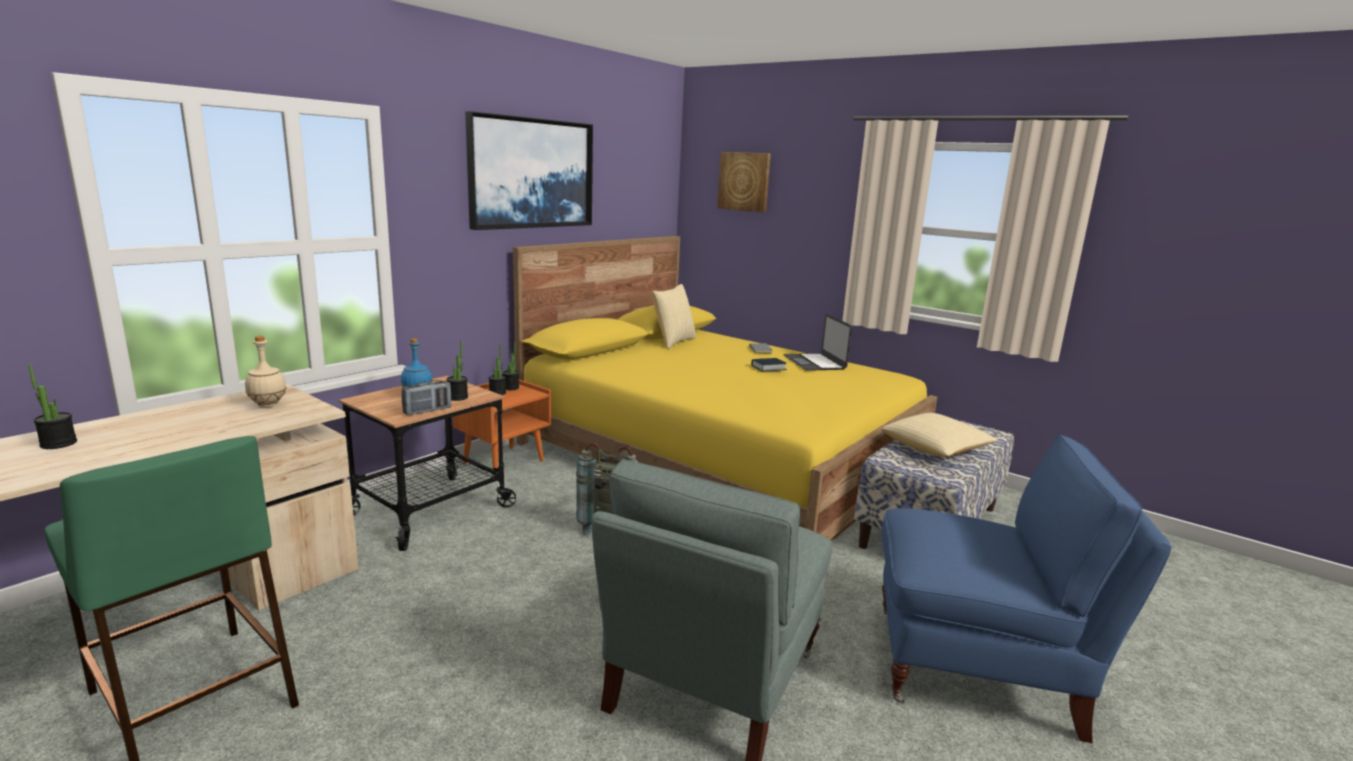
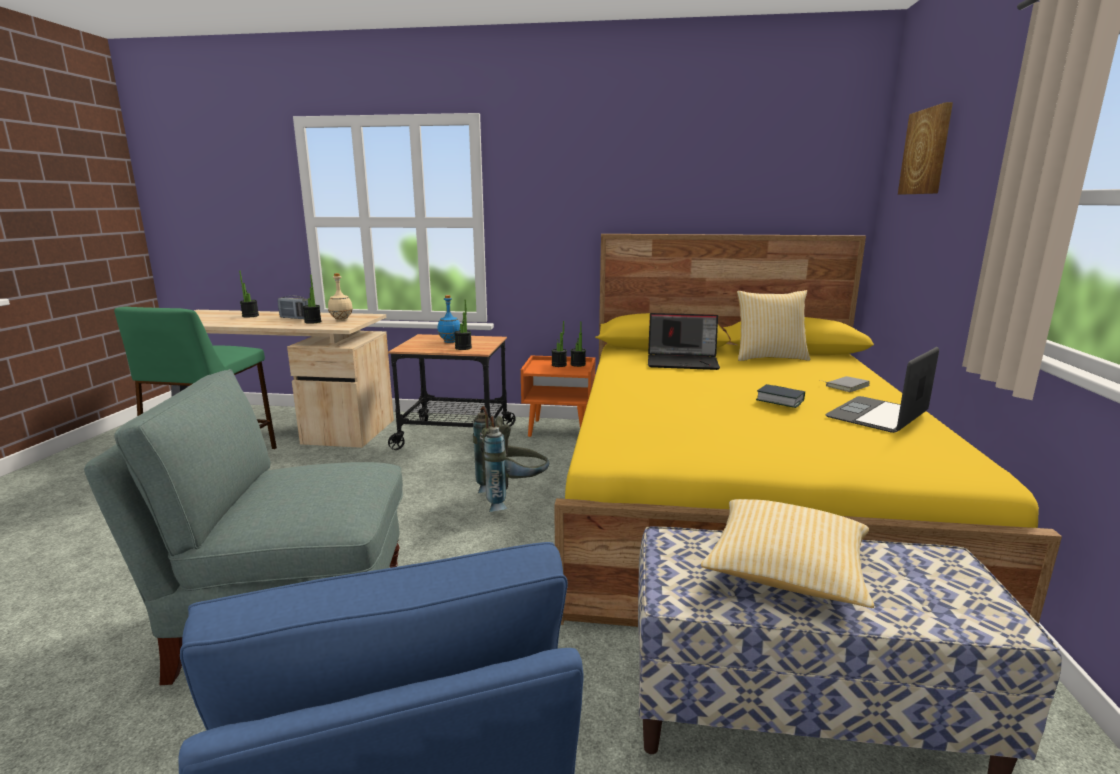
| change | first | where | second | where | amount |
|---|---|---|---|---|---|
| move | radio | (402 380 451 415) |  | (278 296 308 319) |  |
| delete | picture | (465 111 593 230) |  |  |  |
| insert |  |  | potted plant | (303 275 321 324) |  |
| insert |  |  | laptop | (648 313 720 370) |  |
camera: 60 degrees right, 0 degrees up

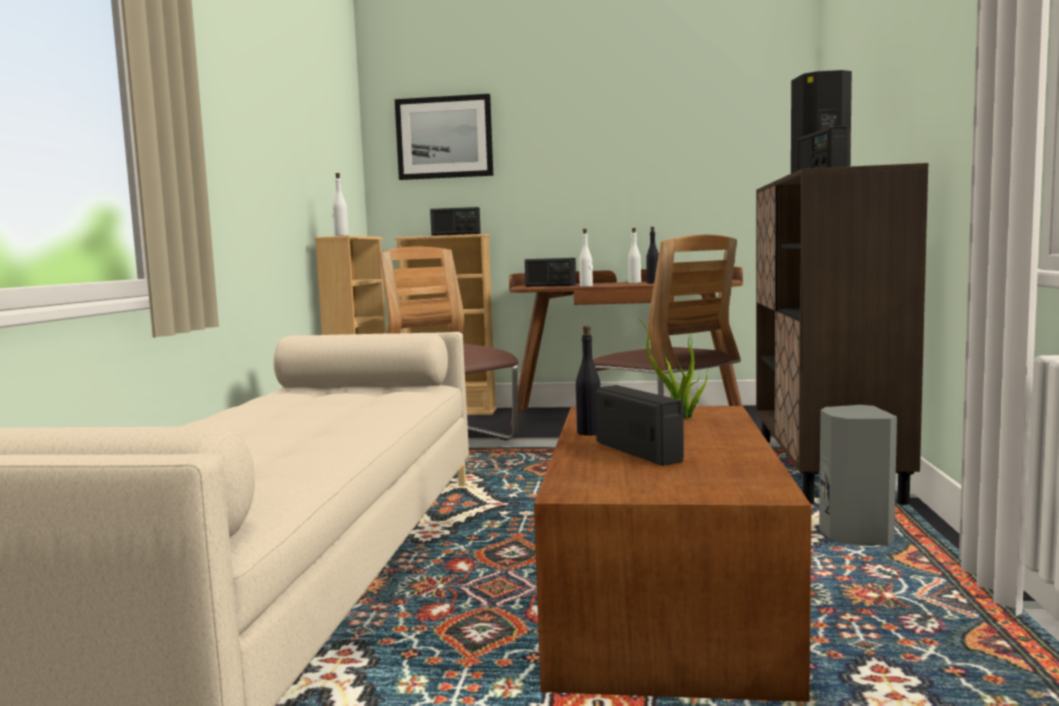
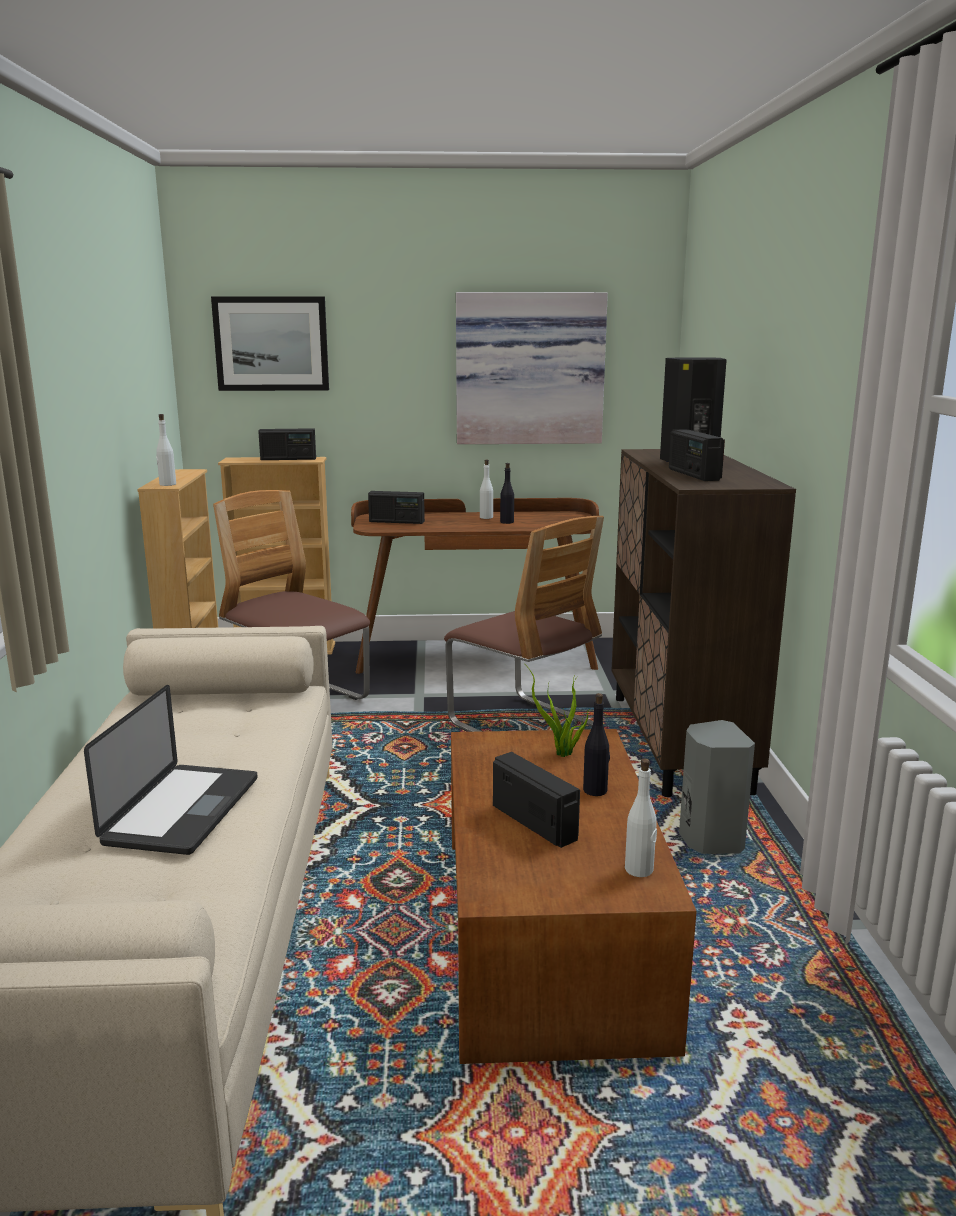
| change | first | where | second | where | amount |
|---|---|---|---|---|---|
| move | bottle (black) | (576 326 601 436) |  | (583 693 610 796) |  |
| move | bottle (white) | (579 229 593 287) |  | (625 758 657 877) |  |
| insert |  |  | laptop | (84 685 258 855) |  |
| insert |  |  | picture | (456 292 608 444) |  |
camera: 10 degrees left, 10 degrees up

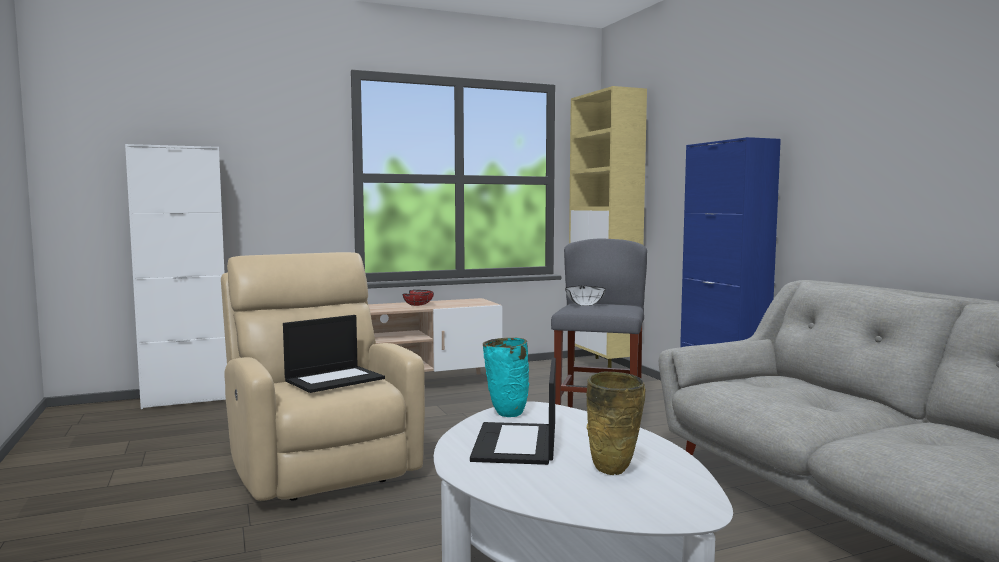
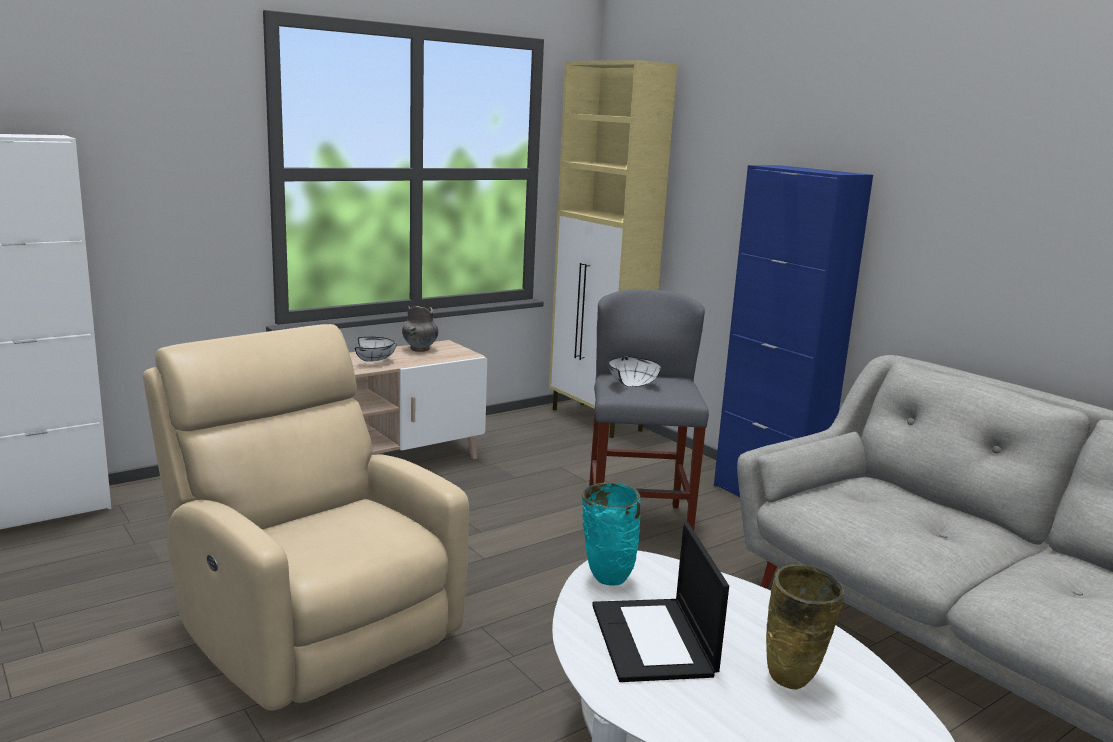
| change | first | where | second | where | amount |
|---|---|---|---|---|---|
| delete | laptop | (283 315 385 393) |  |  |  |
| recolor | bowl (red) | (402 290 434 306) | bowl (white) | (355 337 397 362) |  |
| insert |  |  | vase (grey) | (402 306 438 352) |  |
camera: 15 degrees left, 10 degrees up

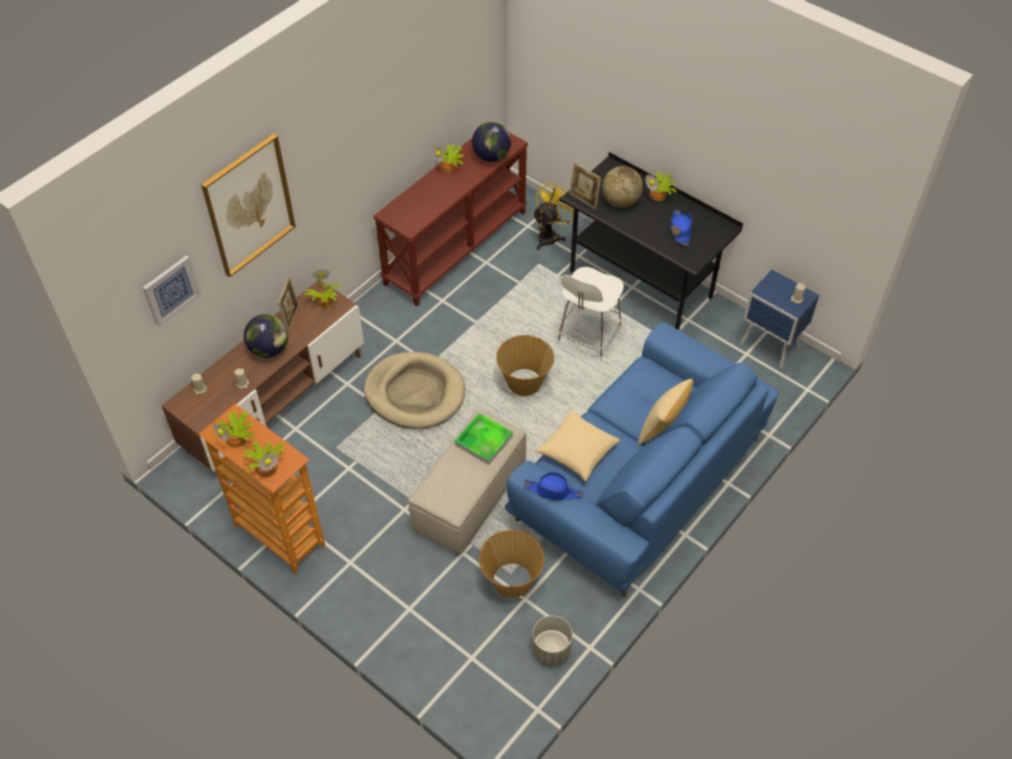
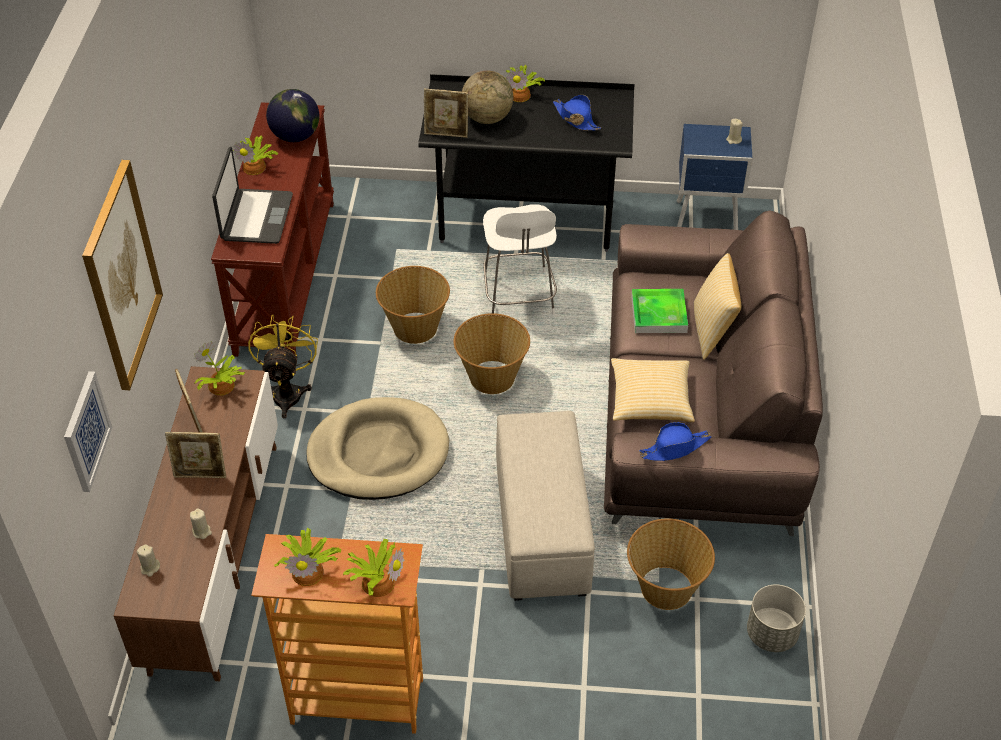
| change | first | where | second | where | amount |
|---|---|---|---|---|---|
| replace | globe | (244 314 288 358) | picture frame | (165 432 226 478) |  |
| move | tray | (455 413 513 465) |  | (631 289 688 333) |  |
| recolor | sofa (blue) | (505 322 779 598) | sofa (brown) | (604 211 823 536) |  |
| move | fan (yellow) | (532 181 574 250) |  | (248 315 318 418) |  |
| insert |  |  | laptop | (212 147 293 244) |  |
| insert |  |  | basket | (376 266 450 344) |  |
camera: 35 degrees left, 5 degrees down

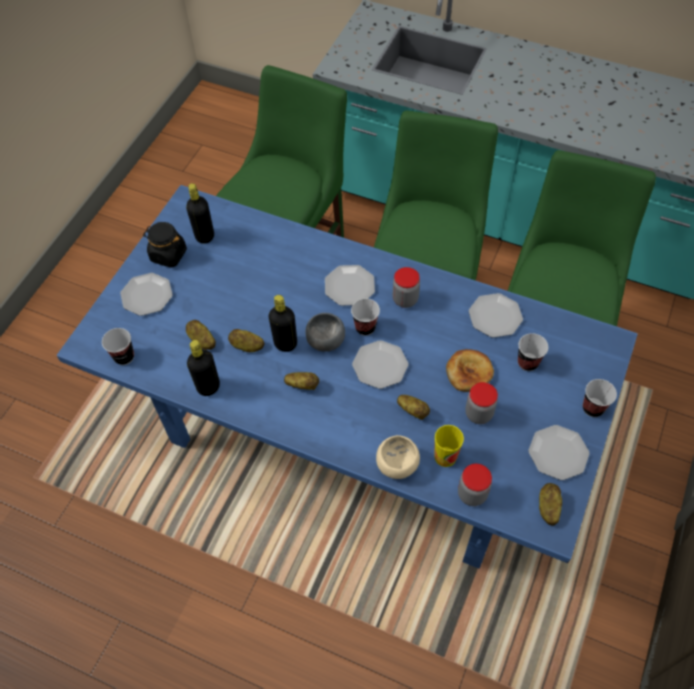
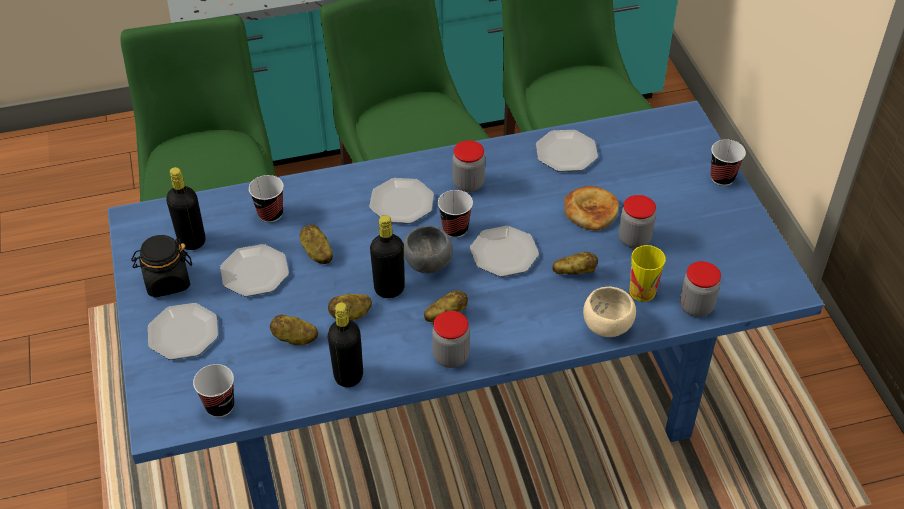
| change | first | where | second | where | amount |
|---|---|---|---|---|---|
| move | cup | (518 333 548 371) |  | (249 175 284 223) |  |
| move | plate | (528 425 590 480) |  | (220 244 289 297) |  |
| move | potato | (539 483 562 526) |  | (300 225 333 264) |  |
| insert |  |  | jar | (432 311 470 368) |  |
camera: 40 degrees left, 10 degrees down

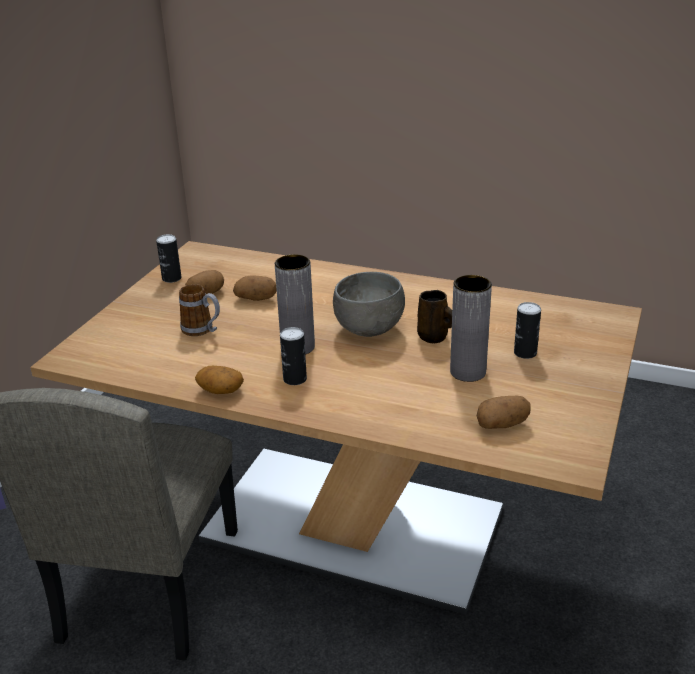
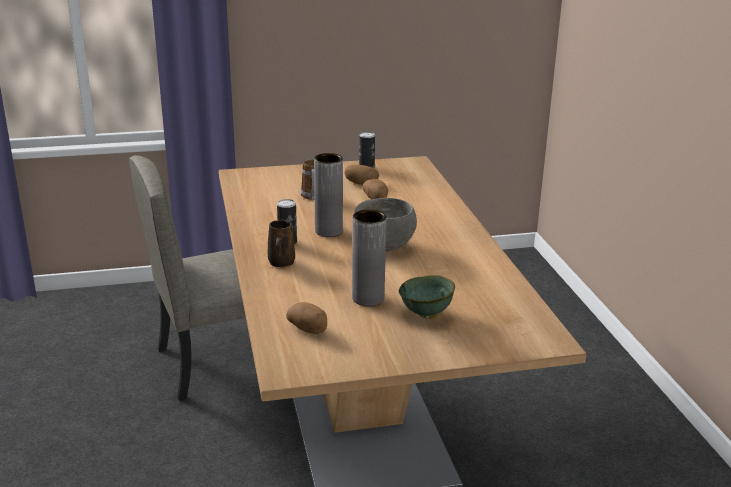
| change | first | where | second | where | amount |
|---|---|---|---|---|---|
| delete | potato | (195 366 244 394) |  |  |  |
| move | mug (brown) | (417 290 452 343) |  | (267 220 295 267) |  |
| replace | can | (514 302 541 359) | bowl (green) | (399 275 455 318) |  |
camera: 55 degrees right, 5 degrees down

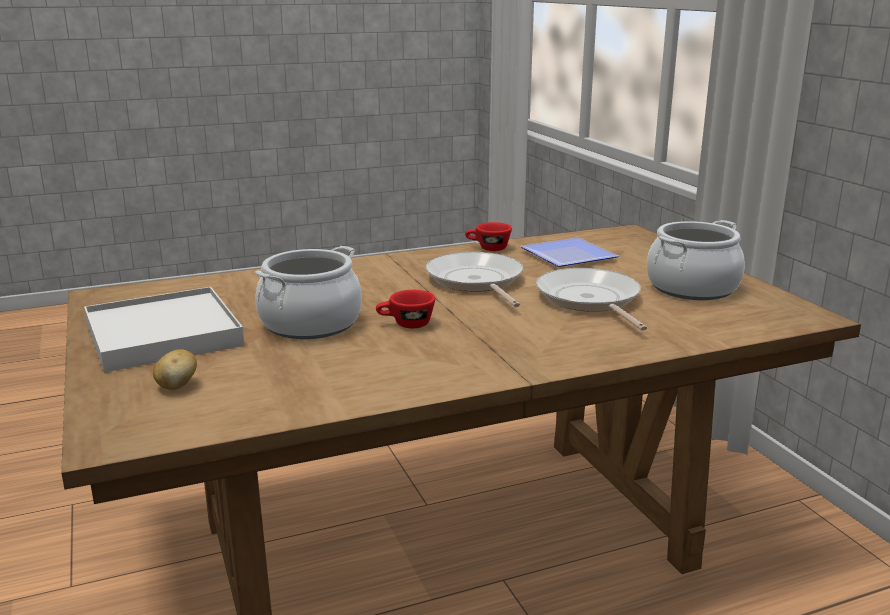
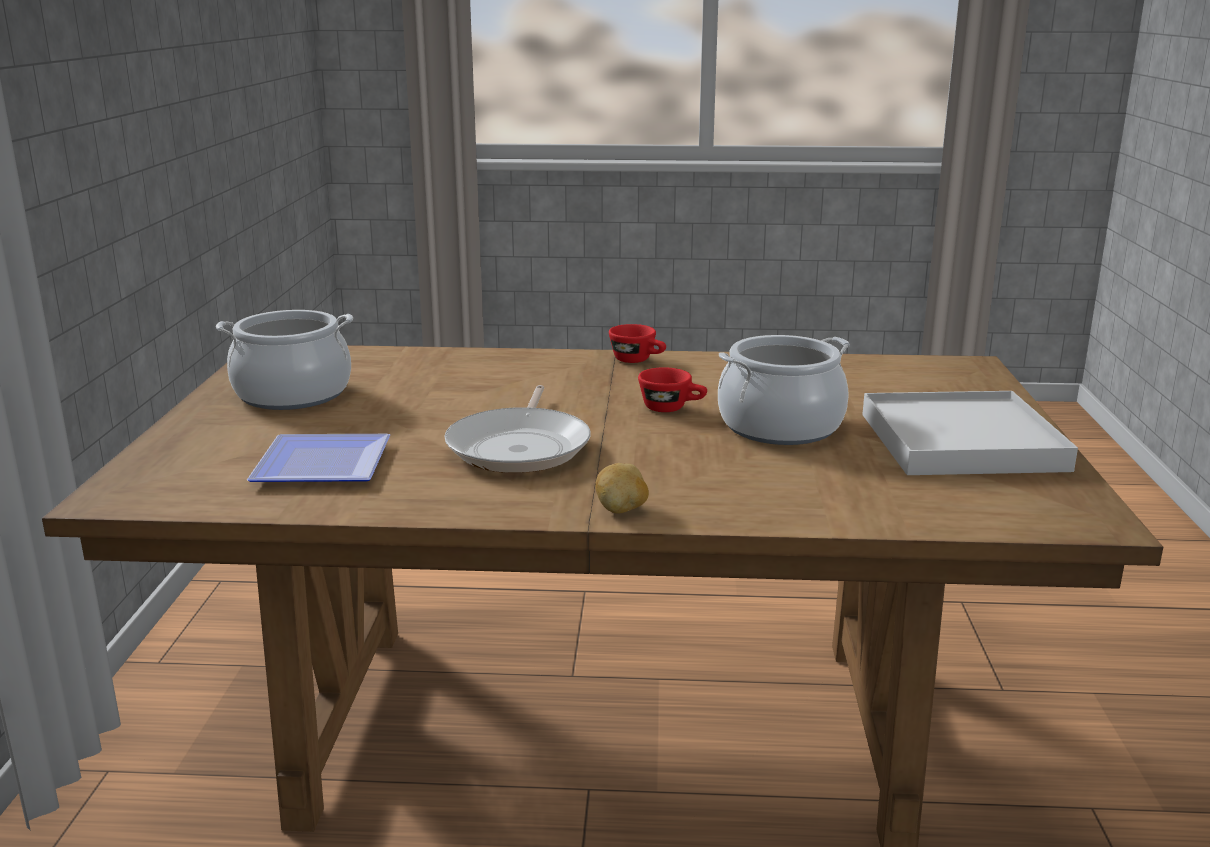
| change | first | where | second | where | amount |
|---|---|---|---|---|---|
| move | potato | (153 349 197 390) |  | (595 463 649 513) |  |
| move | cup (red) | (465 222 512 251) |  | (609 324 666 363) |  |
| delete | frying pan | (536 268 647 331) |  |  |  |
camera: 155 degrees left, 0 degrees up

